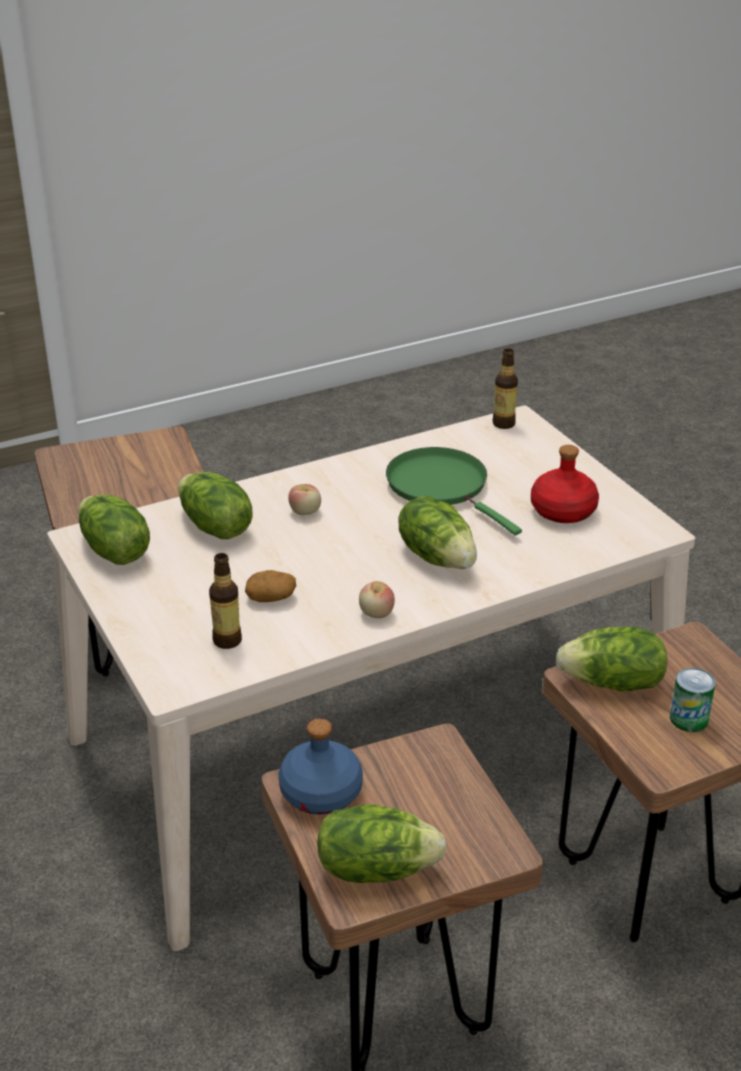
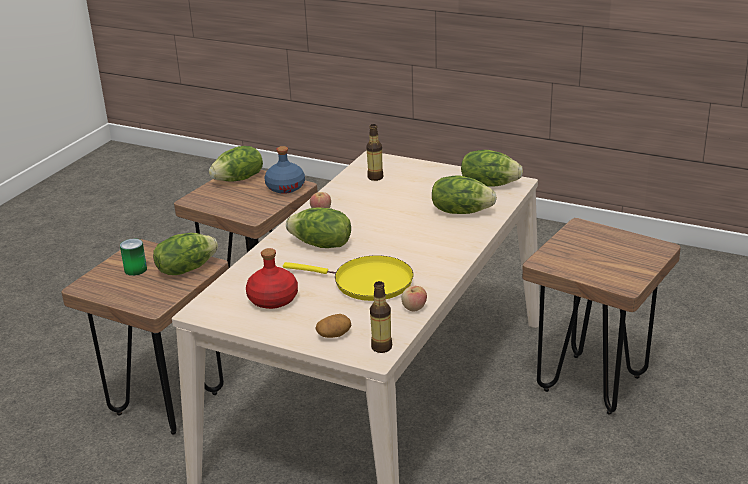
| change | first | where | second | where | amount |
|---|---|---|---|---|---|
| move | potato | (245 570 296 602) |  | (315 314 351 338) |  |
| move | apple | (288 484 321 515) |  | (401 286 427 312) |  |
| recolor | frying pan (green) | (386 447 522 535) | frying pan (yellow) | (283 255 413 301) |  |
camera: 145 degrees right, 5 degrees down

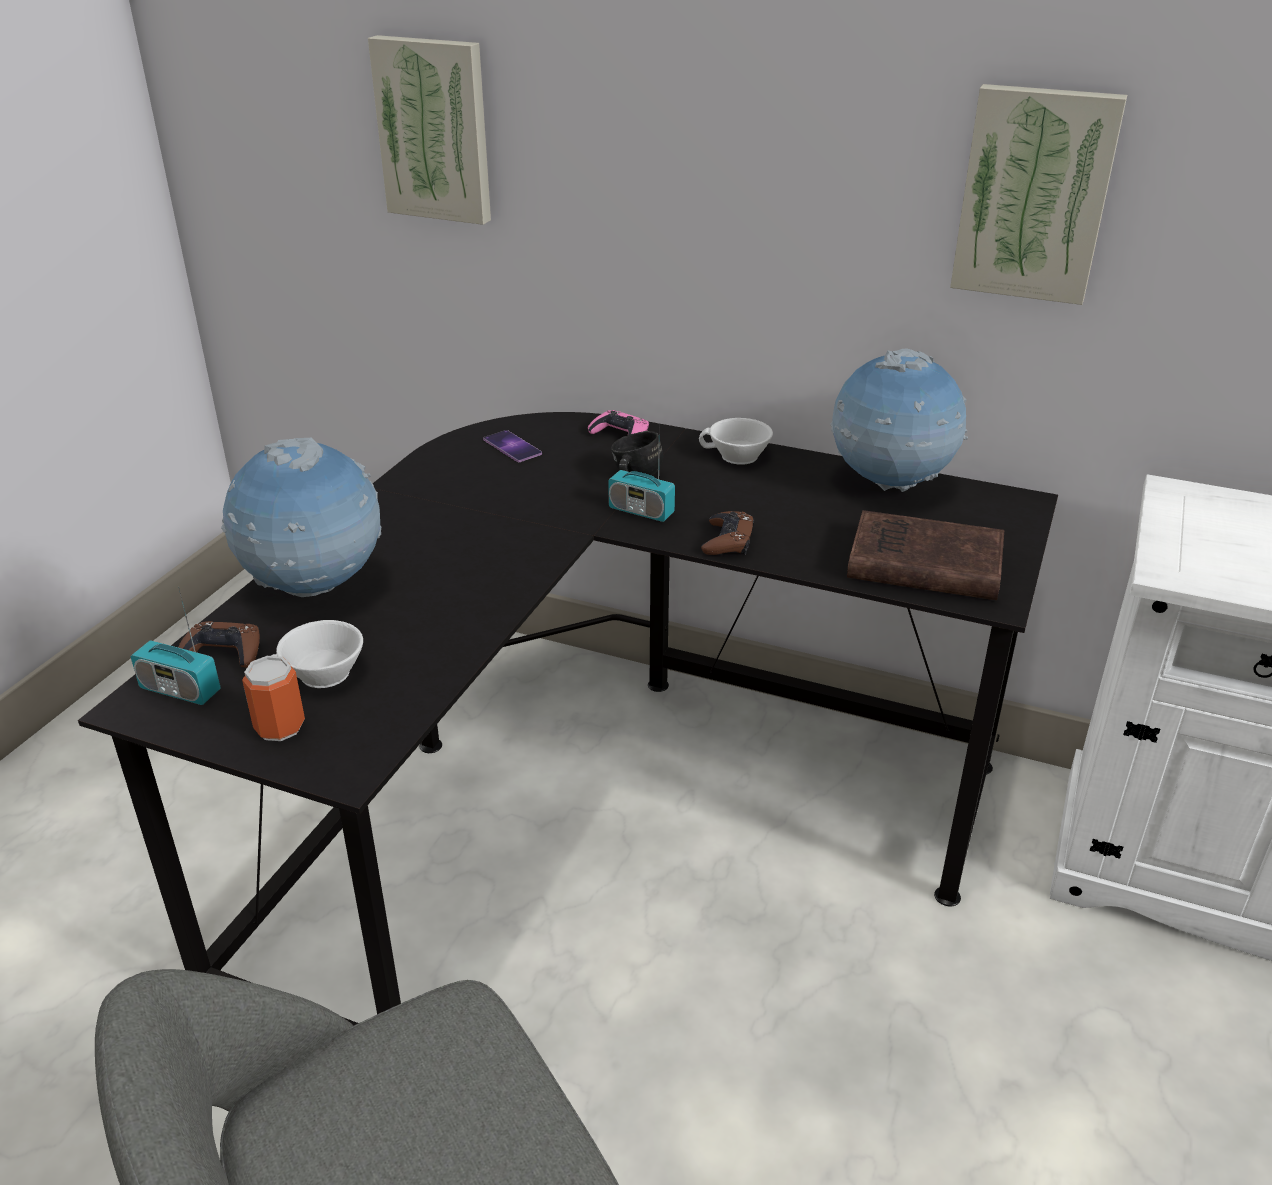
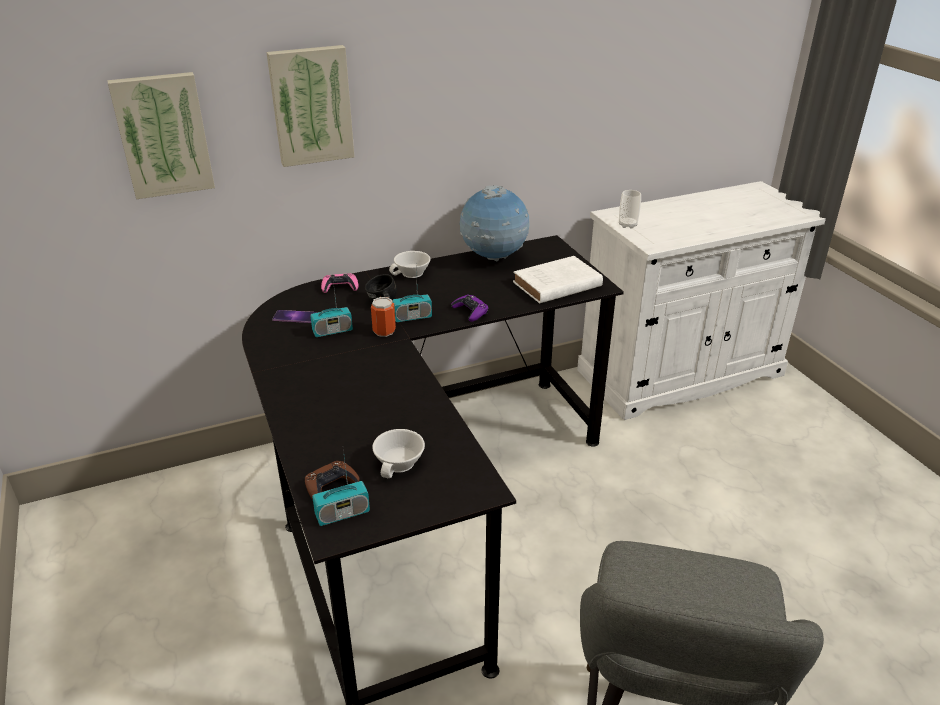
| change | first | where | second | where | amount |
|---|---|---|---|---|---|
| delete | globe | (221 438 381 597) |  |  |  |
| move | can | (242 656 305 741) |  | (371 297 396 337) |  |
| recolor | game controller (brown) | (701 511 754 555) | game controller (purple) | (451 294 489 322) |  |
| recolor | book (brown) | (847 510 1004 600) | book (white) | (513 256 603 303) |  |
| move | picture | (950 84 1127 305) |  | (266 45 354 167) |  |
| insert |  |  | radio | (310 280 353 337) |  |
| insert |  |  | cup | (619 190 641 229) |  |
camera: 45 degrees left, 0 degrees up

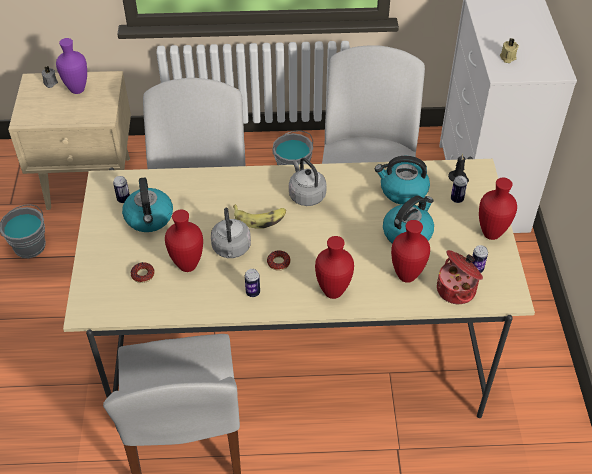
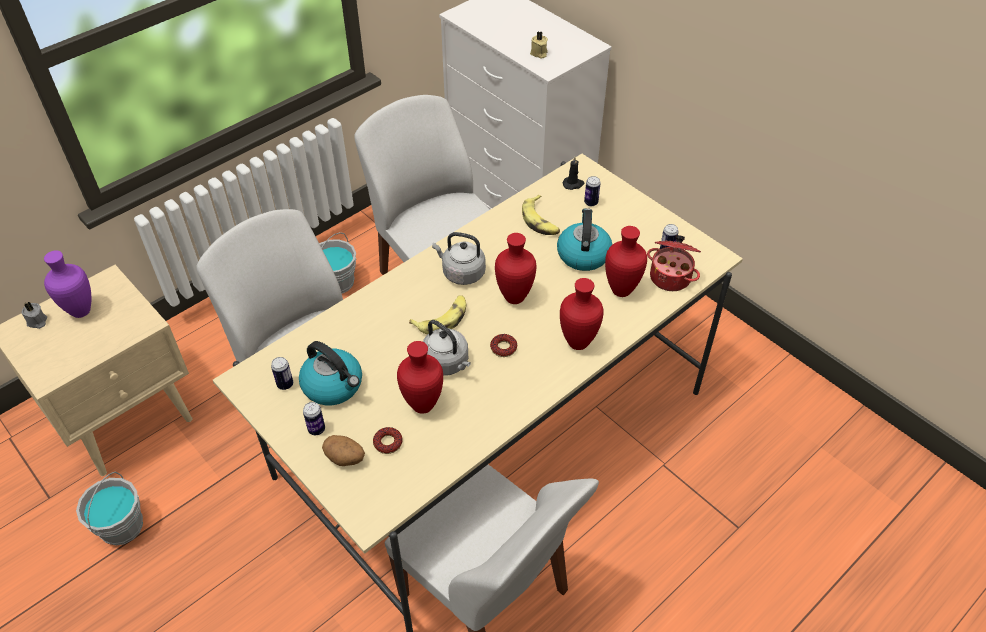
| change | first | where | second | where | amount |
|---|---|---|---|---|---|
| move | can | (245 269 260 297) |  | (303 402 325 435) |  |
| replace | kettle | (375 156 430 205) | banana | (522 195 560 235) |  |
| move | vase (red) | (479 177 517 240) |  | (495 233 536 304) |  |
| insert |  |  | potato | (322 435 365 466) |  |
camera: 40 degrees left, 0 degrees up

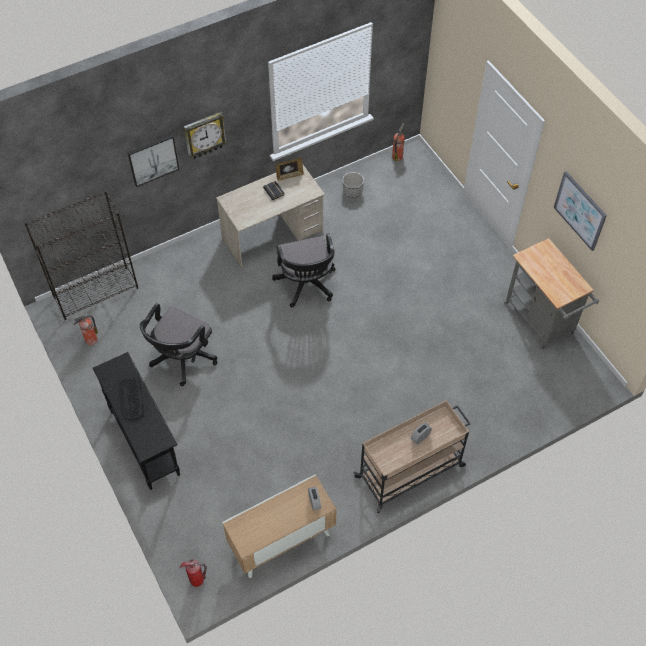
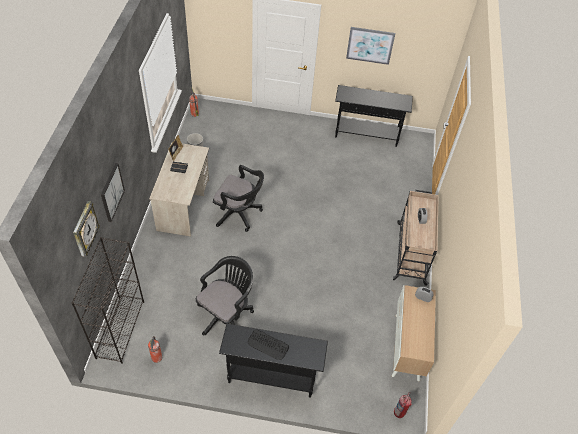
| change | first | where | second | where | amount |
|---|---|---|---|---|---|
| rotate | office chair (black) | (140 303 217 386) |  | (196 256 254 335) | 120 degrees counterclockwise |
| move | wall clock | (184 112 227 159) |  | (73 201 100 257) |  |
| replace | cart (grey) | (504 238 599 349) | console table (black) | (335 85 413 147) |  |
camera: 55 degrees left, 5 degrees down

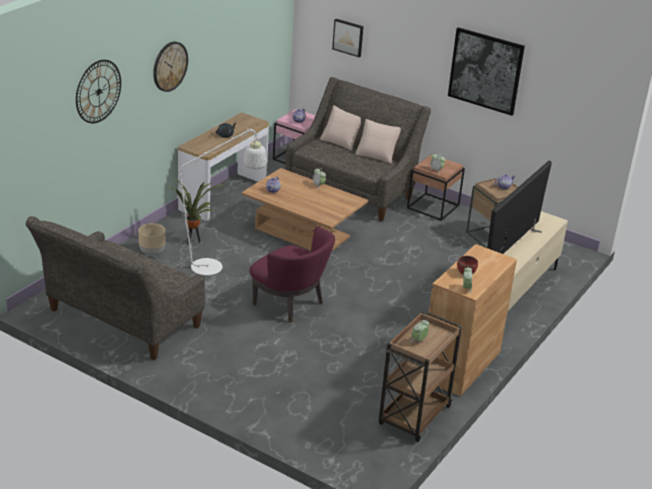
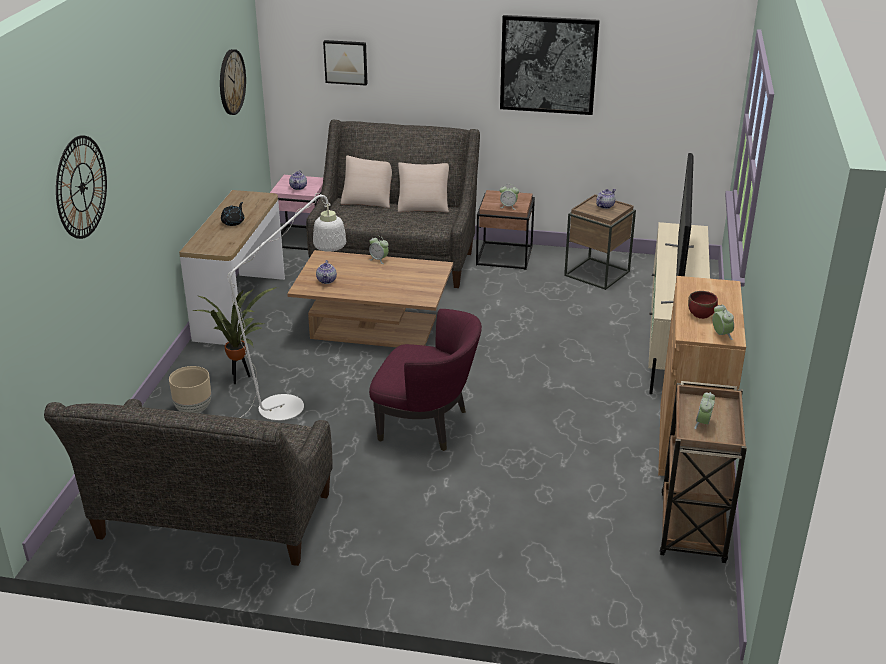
| change | first | where | second | where | amount |
|---|---|---|---|---|---|
| move | wall clock | (153 42 188 92) |  | (220 49 246 115) |  |
camera: 20 degrees left, 0 degrees up

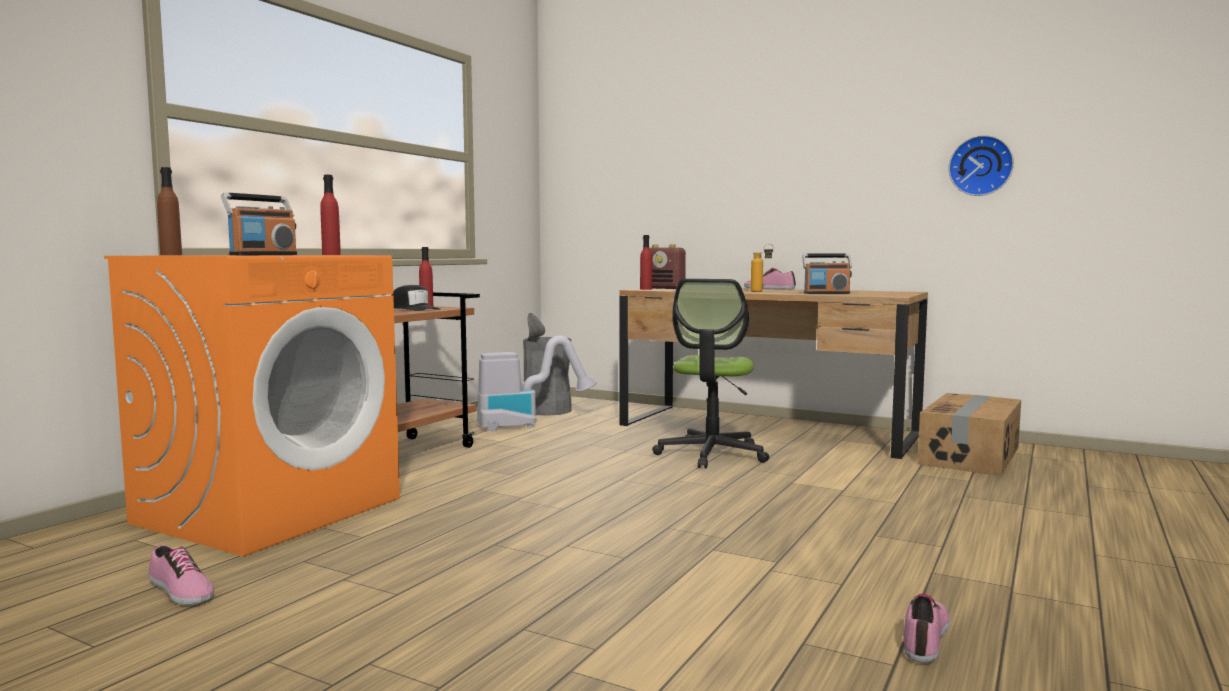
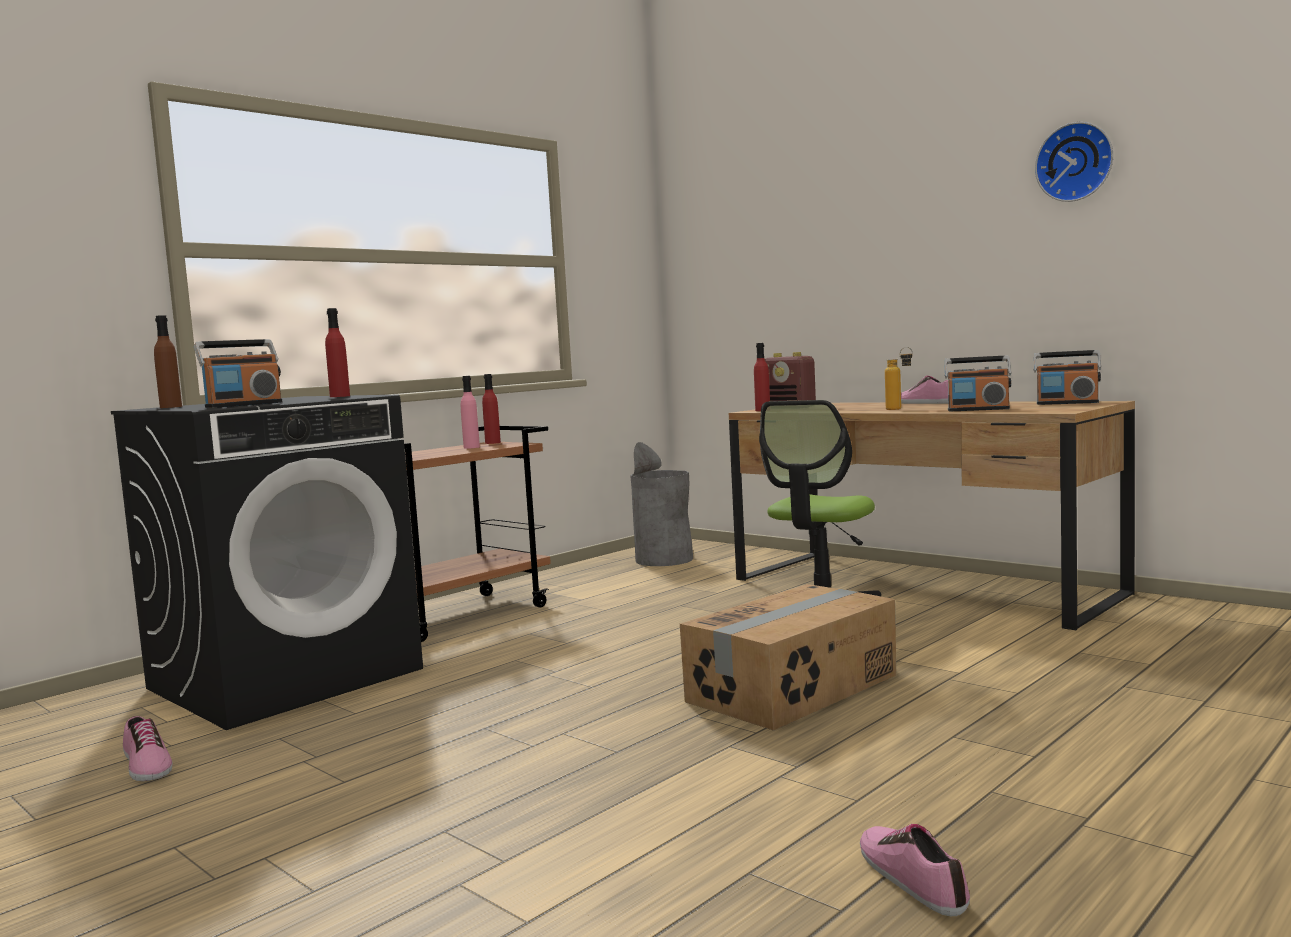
| change | first | where | second | where | amount |
|---|---|---|---|---|---|
| recolor | washing machine (orange) | (104 255 400 556) | washing machine (black) | (111 395 423 730) |  |
| replace | cap (black) | (392 285 440 311) | bottle (pink) | (461 376 480 449) |  |
| delete | vacuum cleaner | (477 336 597 432) |  |  |  |
| rotate | shoe | (904 594 950 663) |  | (860 824 970 916) | 60 degrees counterclockwise |
| move | cardboard box | (918 393 1021 476) |  | (680 584 896 731) |  |
| move | wall clock | (949 135 1014 196) |  | (1035 122 1113 202) |  |
| insert |  |  | radio | (1033 350 1101 405) |  |
camera: 15 degrees right, 0 degrees up

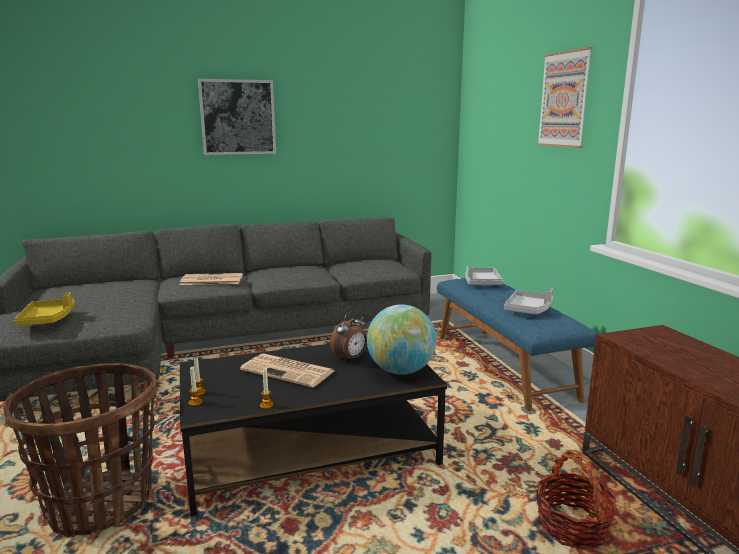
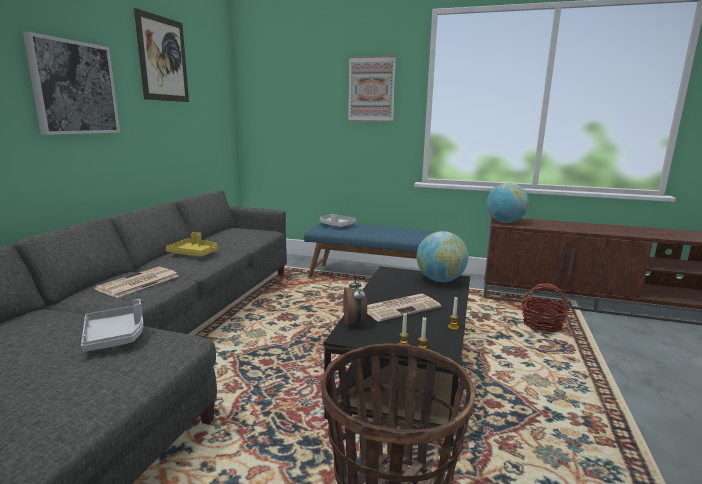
| change | first | where | second | where | amount |
|---|---|---|---|---|---|
| move | tray (yellow) | (14 292 75 326) |  | (166 232 218 257) |  |
| move | alarm clock | (330 311 367 362) |  | (343 275 367 327) |  |
| move | tray (grey) | (504 288 553 314) |  | (81 299 144 352) |  |
| insert |  |  | picture | (134 8 189 102) |  |
| insert |  |  | globe | (487 183 529 223) |  |
camera: 55 degrees left, 0 degrees up

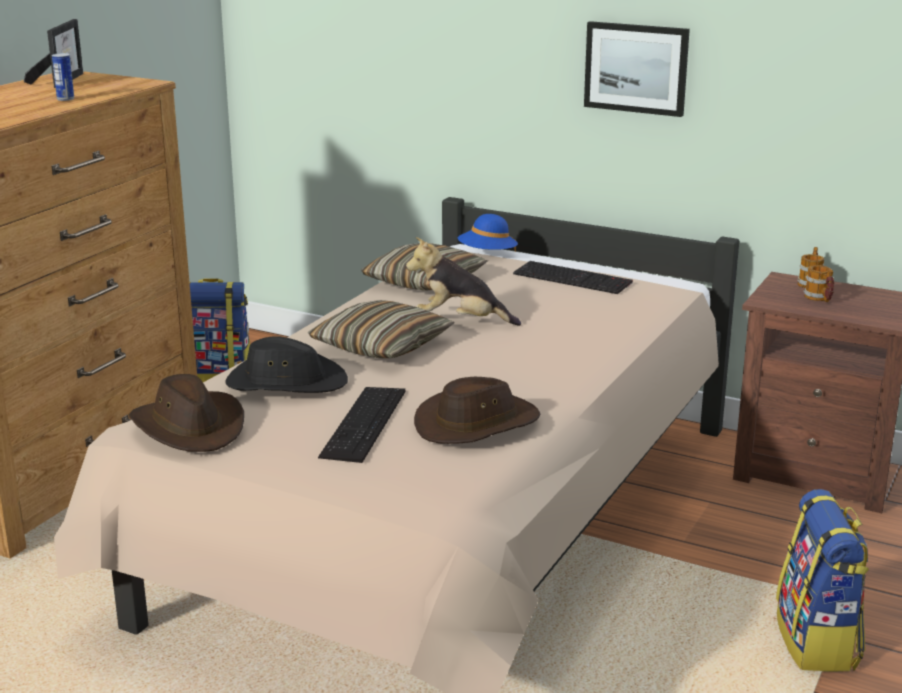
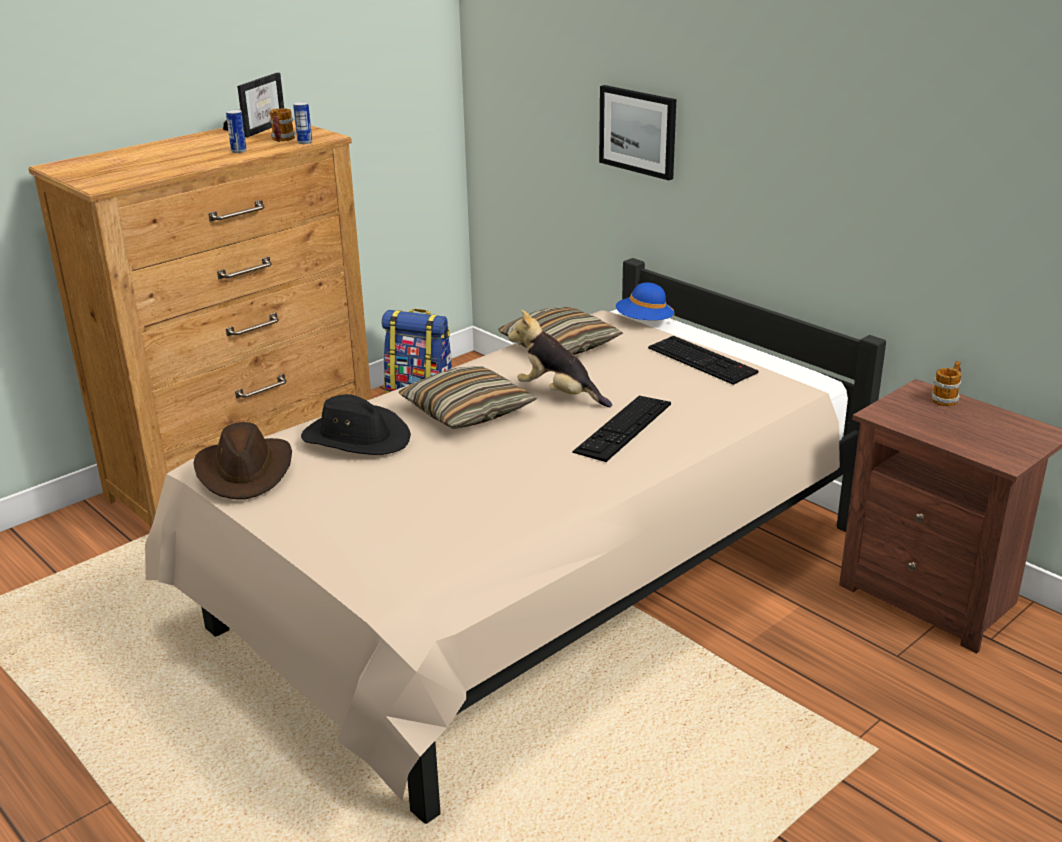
| change | first | where | second | where | amount |
|---|---|---|---|---|---|
| move | keyboard | (318 387 405 463) |  | (572 396 671 462) |  |
| delete | hat (brown) | (414 377 541 444) |  |  |  |
| move | picture | (584 21 690 117) |  | (599 85 676 180) |  |
| delete | backpack | (776 489 869 672) |  |  |  |
| move | mug | (804 265 834 302) |  | (270 108 295 142) |  |
| insert |  |  | can | (293 102 312 144) |  |
camera: 20 degrees right, 5 degrees up

